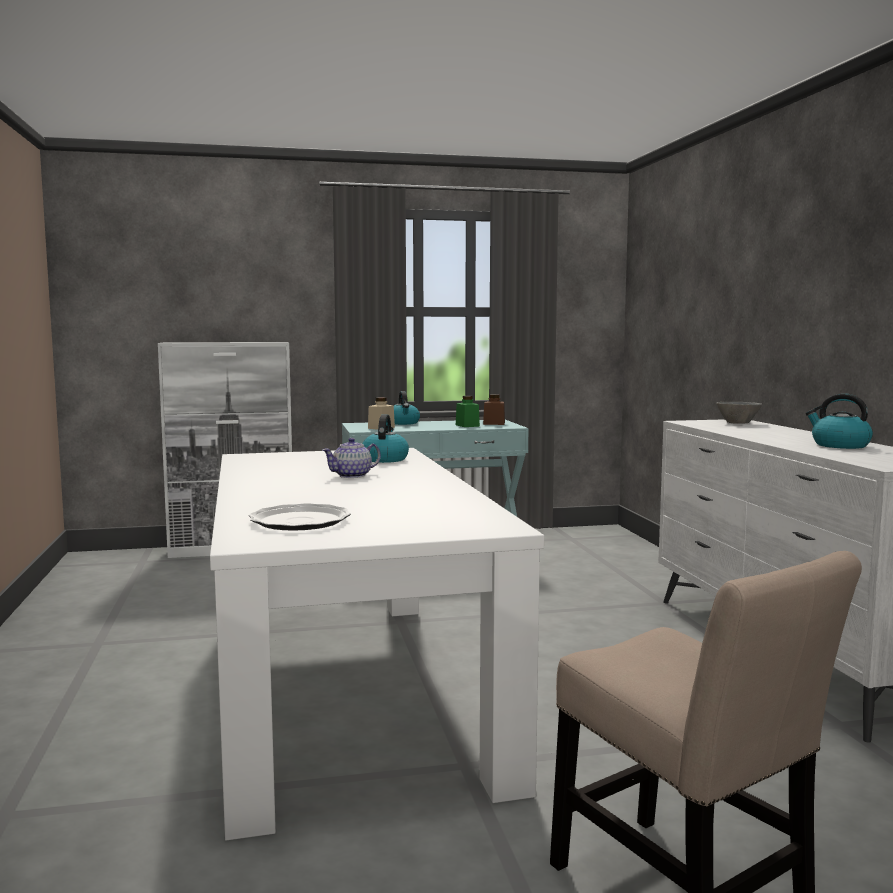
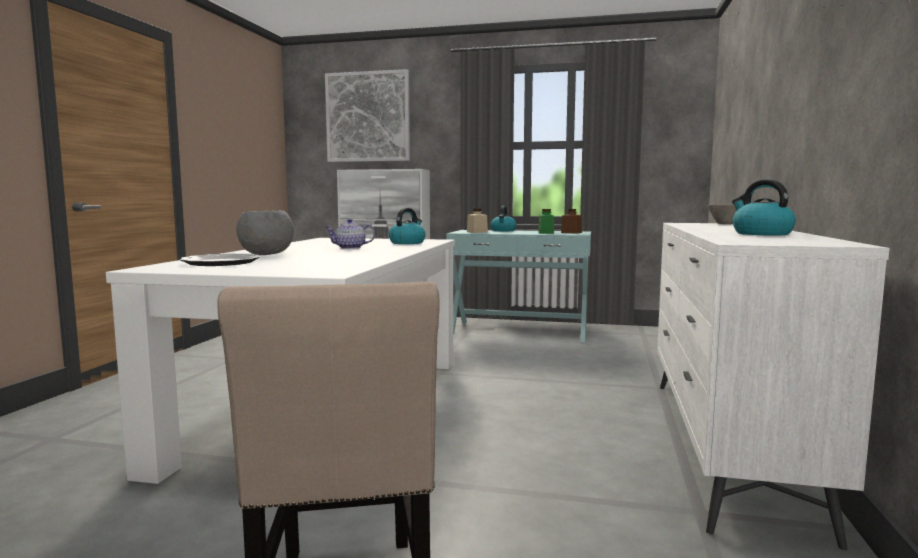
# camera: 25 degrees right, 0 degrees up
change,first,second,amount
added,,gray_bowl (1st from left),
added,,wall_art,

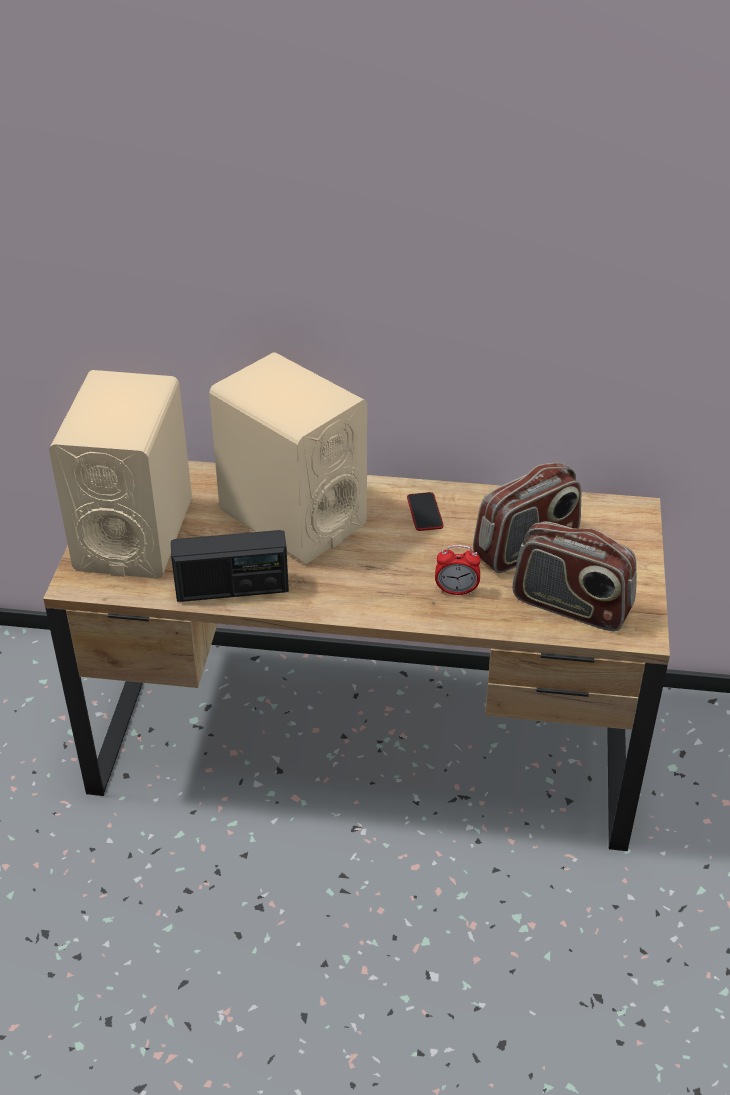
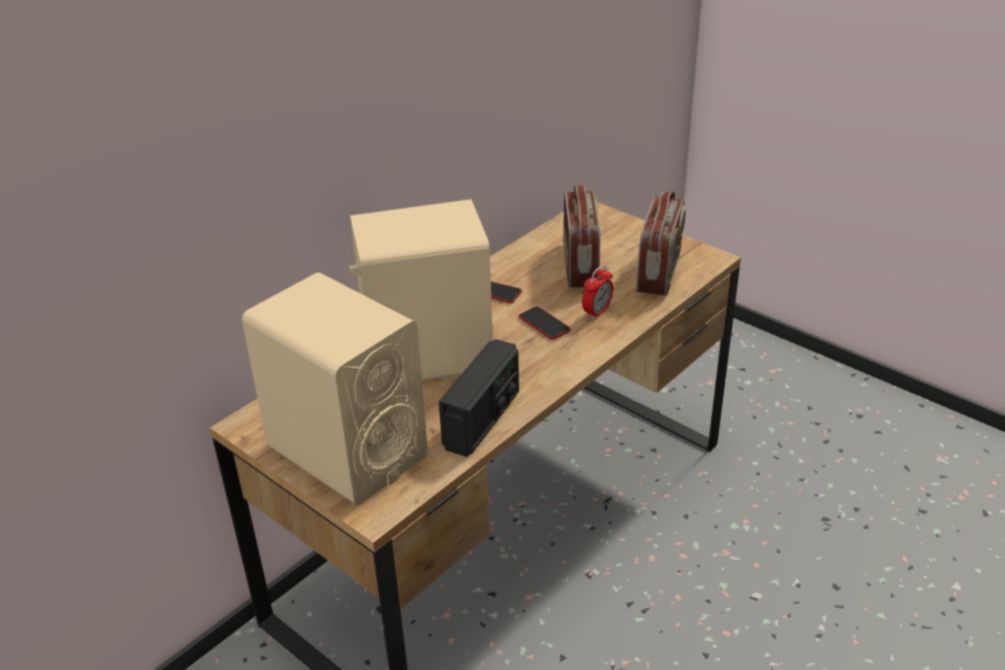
# camera: 55 degrees left, 5 degrees down
change,first,second,amount
turned,radio_receiver (3rd from left),,45 degrees counterclockwise
added,,telephone (2nd from left),

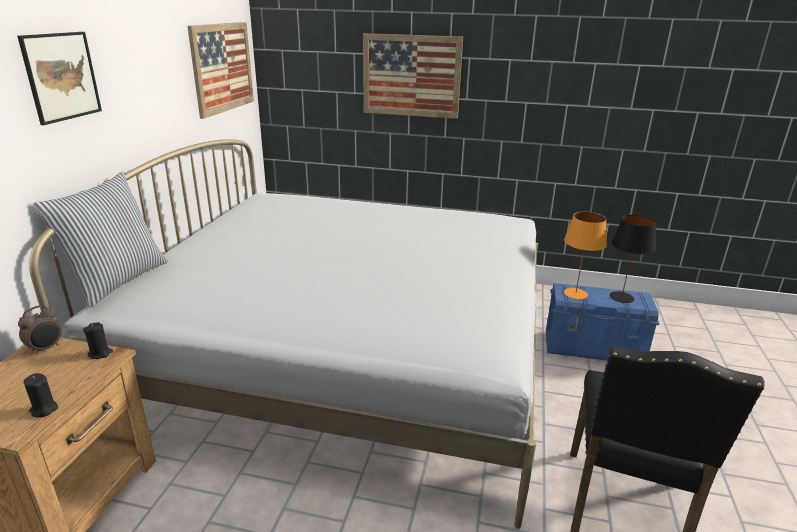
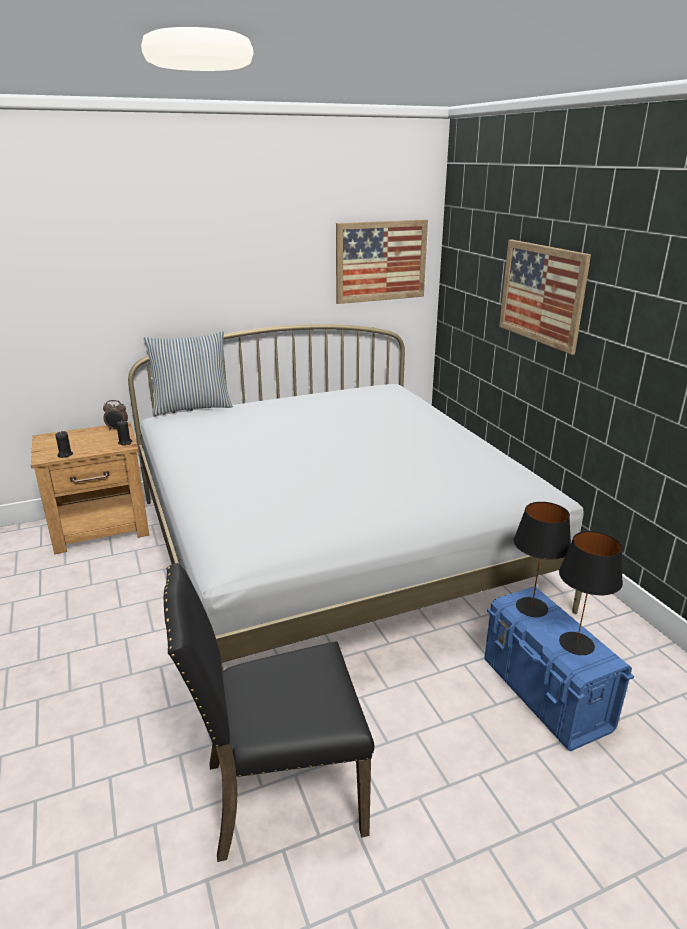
# camera: 55 degrees right, 0 degrees up
change,first,second,amount
removed,wall_art (1st from left),,
recoloured,orangey_tabletop_lamp,black-coloured_tabletop_lamp (1st from left),

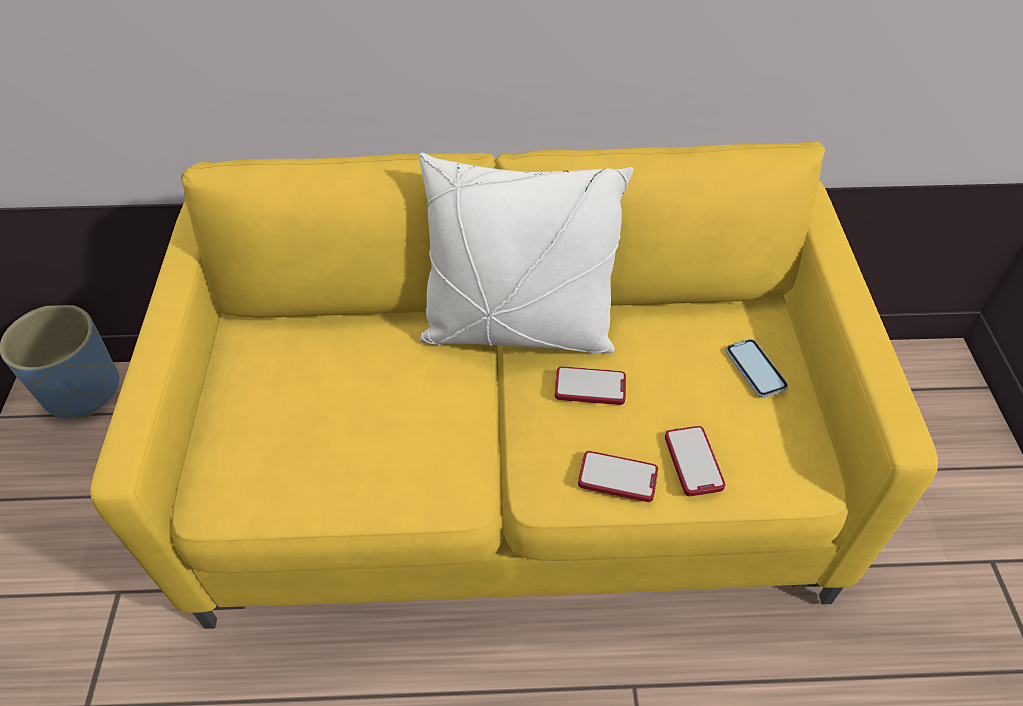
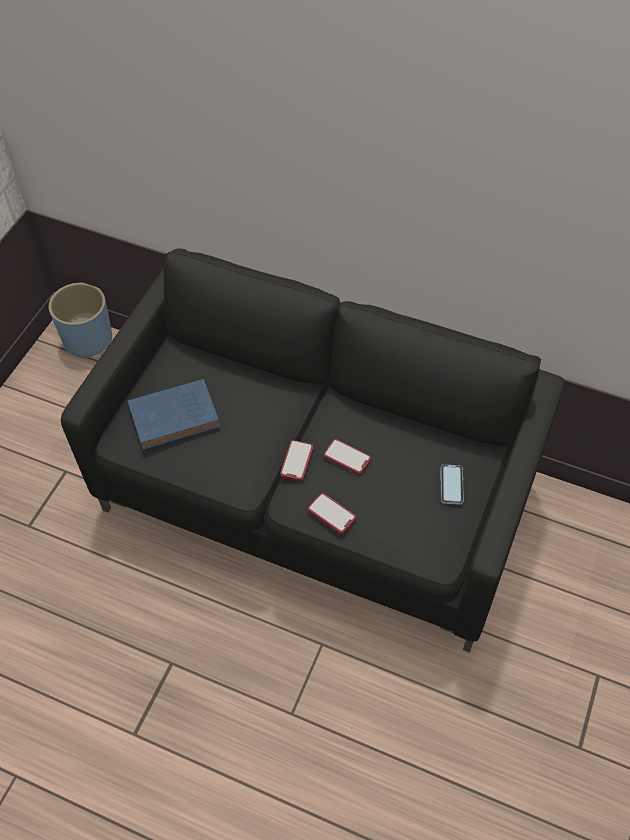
# camera: 25 degrees right, 5 degrees up
change,first,second,amount
recoloured,yellowish_couch,black-coloured_couch,
removed,whitish_cushion,,
moved,telephone (3rd from left in the first image),telephone (1st from left),
added,,blue_bound_book,

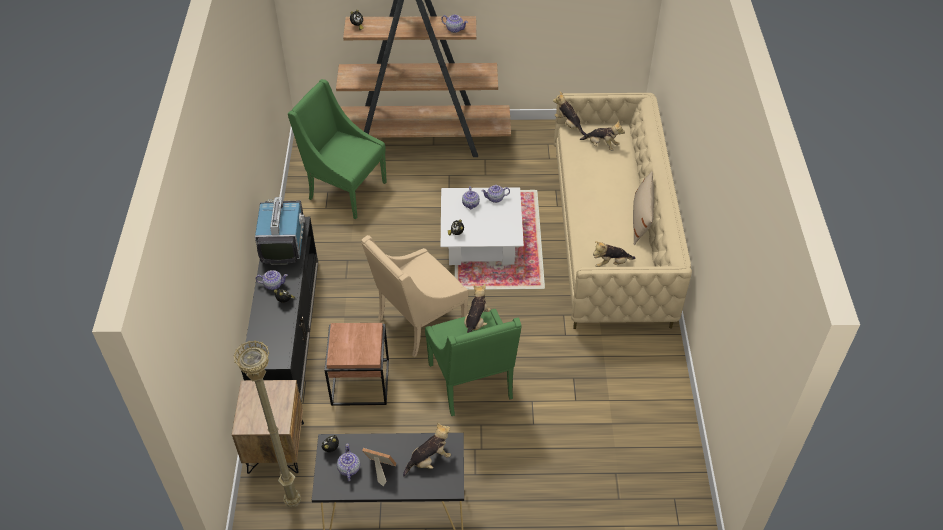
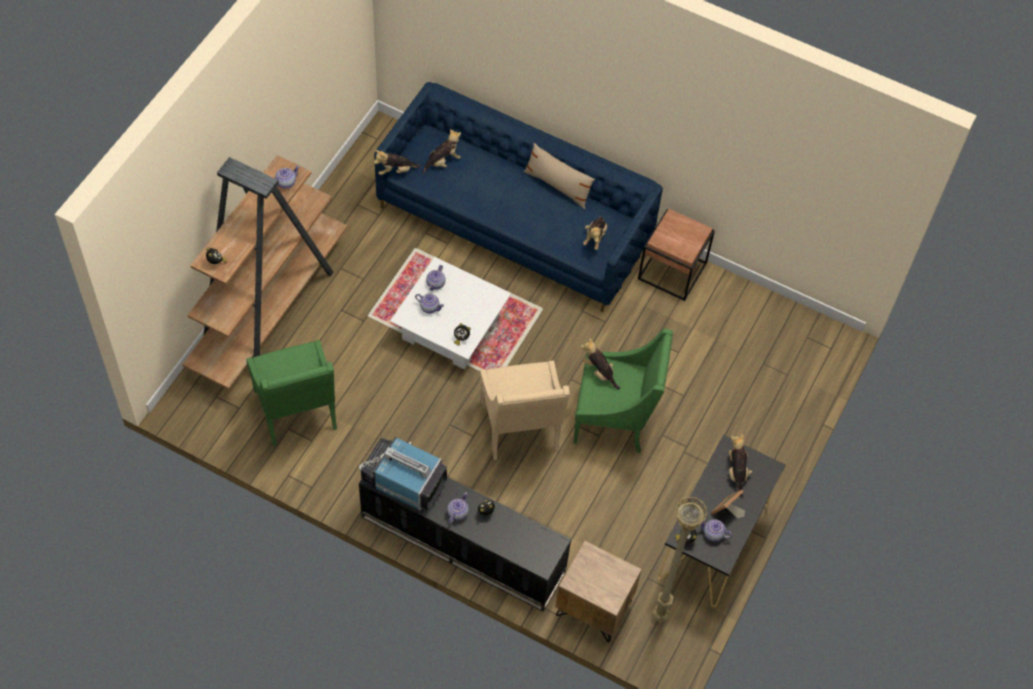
# camera: 65 degrees left, 10 degrees up
change,first,second,amount
turned,green-coloured_easy_chair (1st from left),,75 degrees counterclockwise
moved,brown_end_table,,
recoloured,sand-coloured_couch,blue_couch,

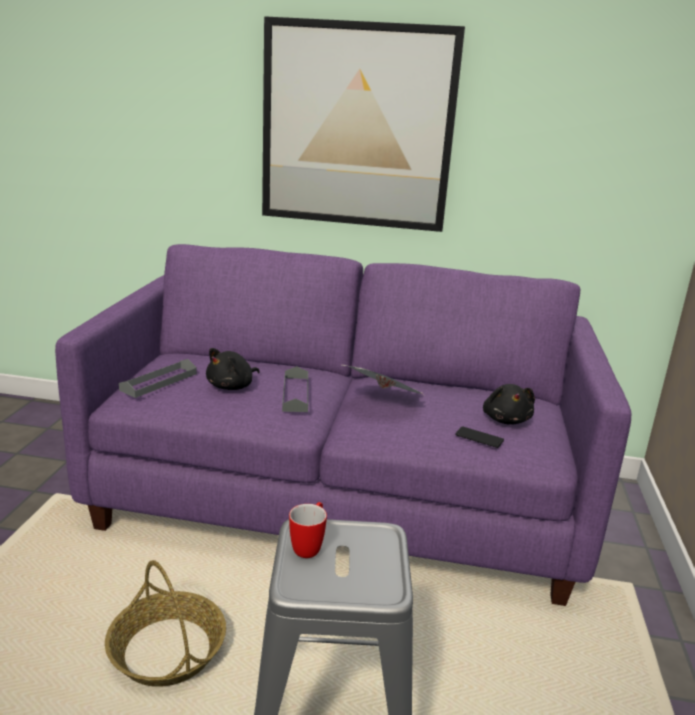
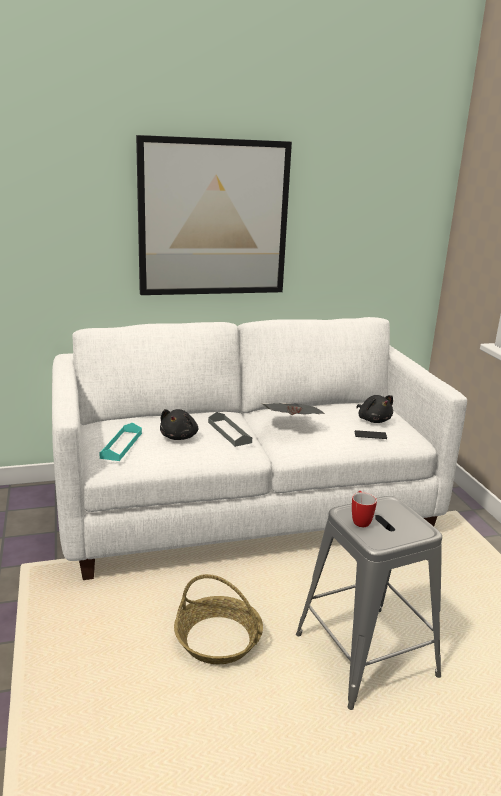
# camera: 25 degrees left, 0 degrees up
change,first,second,amount
recoloured,purplish_couch,whitish_couch,
recoloured,gray_serving_tray (1st from left),turquoise-coloured_serving_tray,

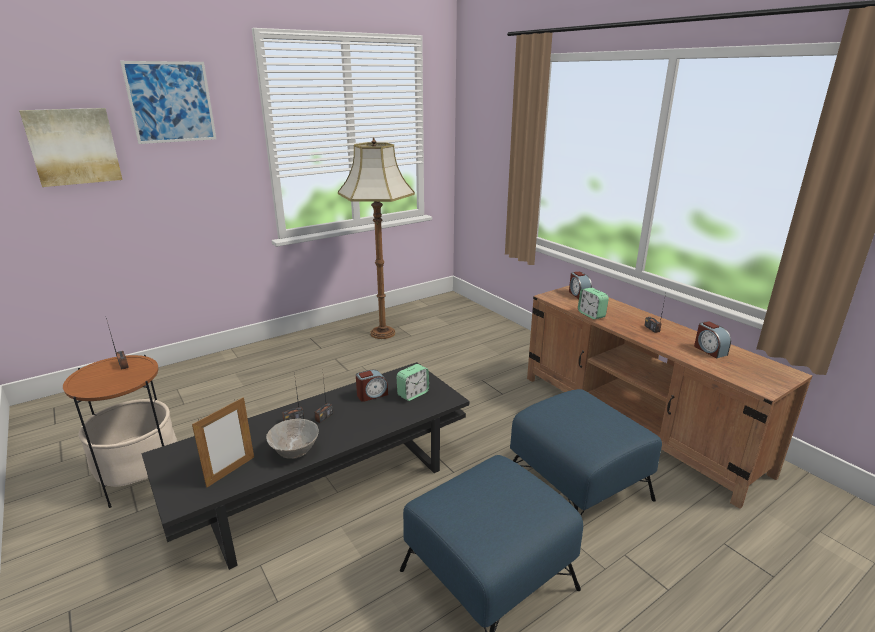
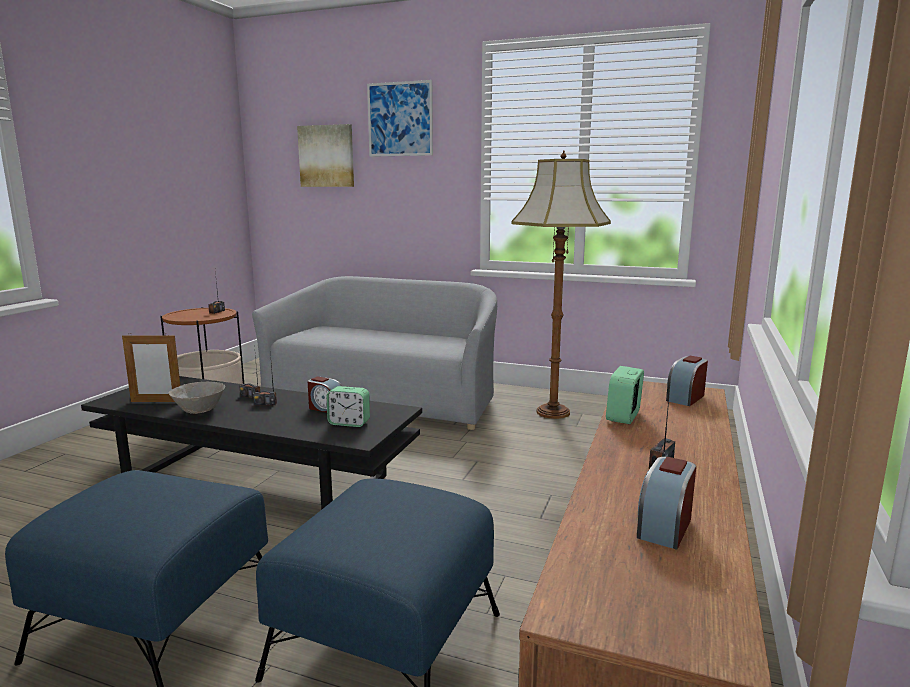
# camera: 55 degrees right, 10 degrees down
change,first,second,amount
added,,gray_couch,

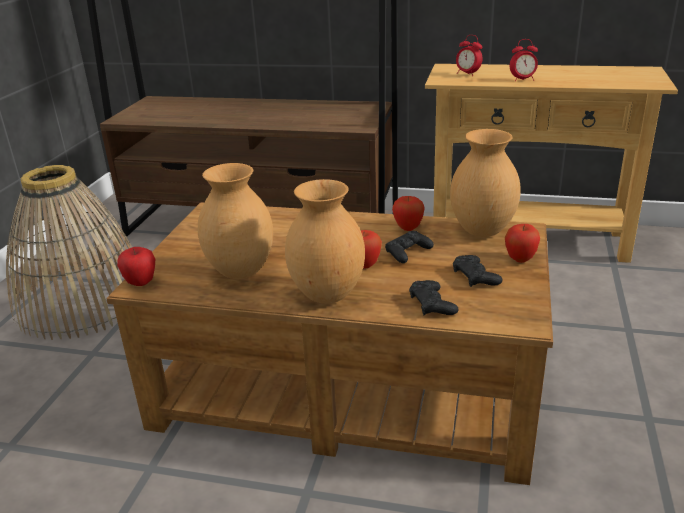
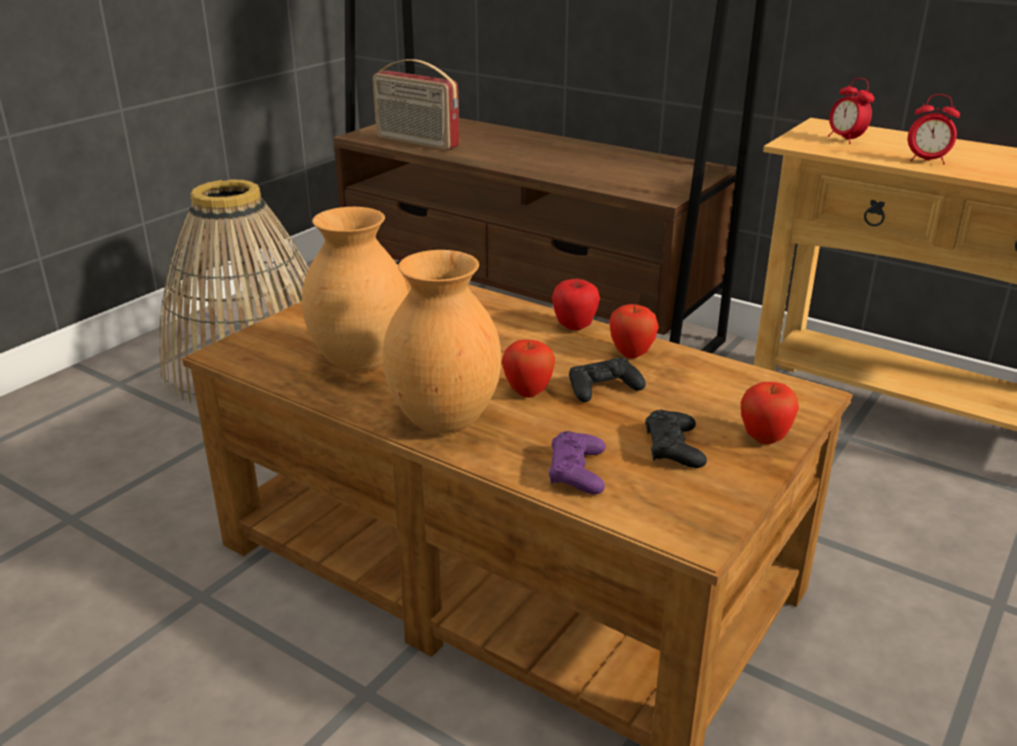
# camera: 20 degrees right, 0 degrees up
change,first,second,amount
moved,apple_fruit (1st from left in the first image),apple_fruit (2nd from left),
recoloured,black-coloured_joypad (2nd from left),purplish_joypad,
removed,brown_vase (3rd from left),,
added,,radio_receiver,

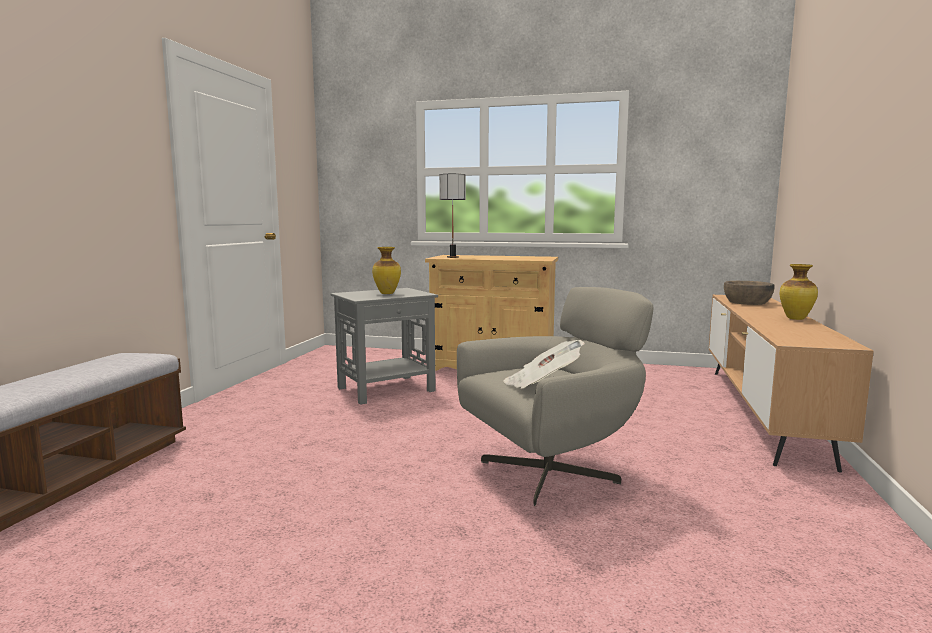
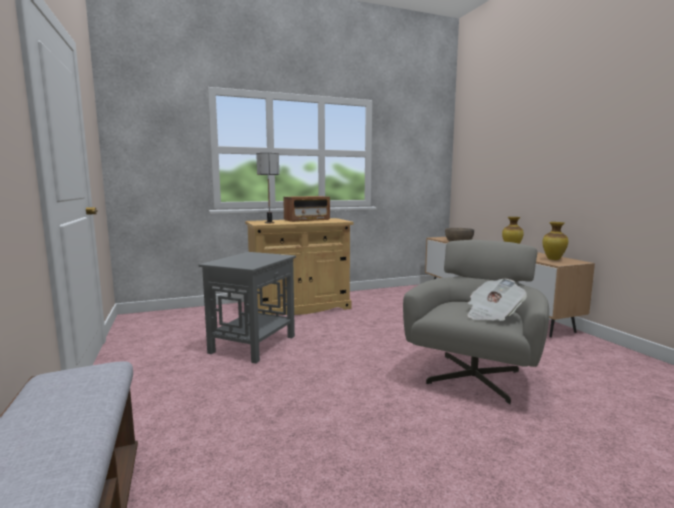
# camera: 35 degrees left, 0 degrees up
change,first,second,amount
moved,vase (1st from left in the first image),vase (2nd from left),
added,,radio_receiver,

